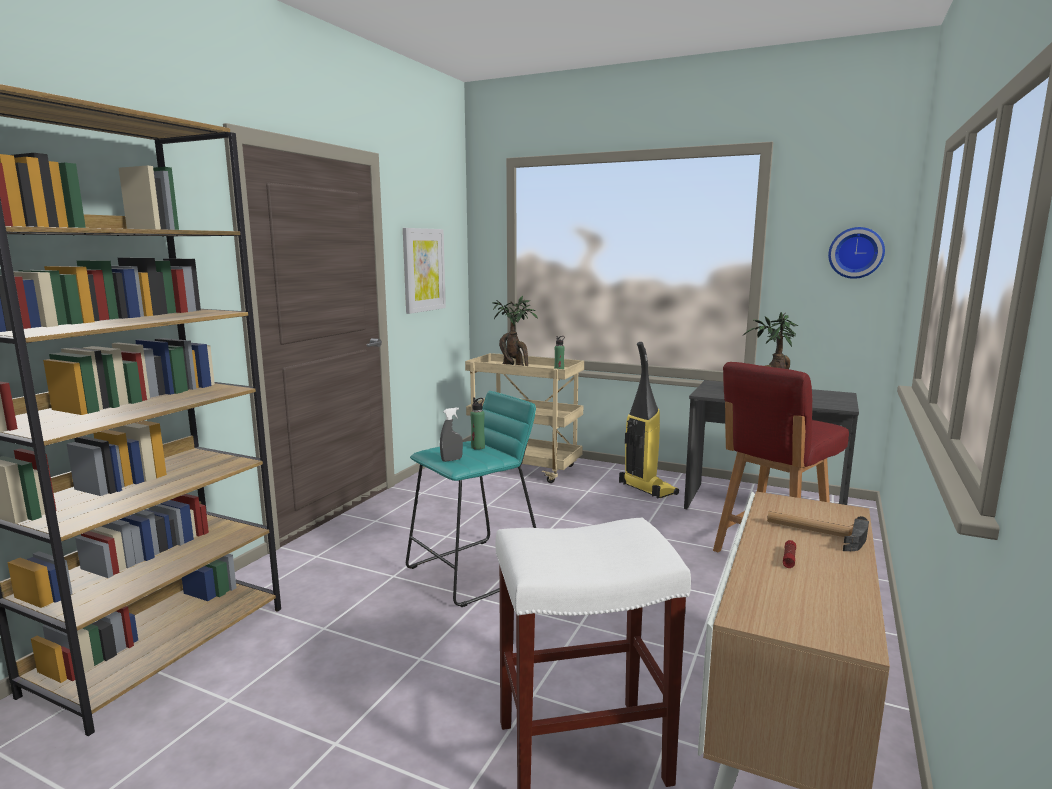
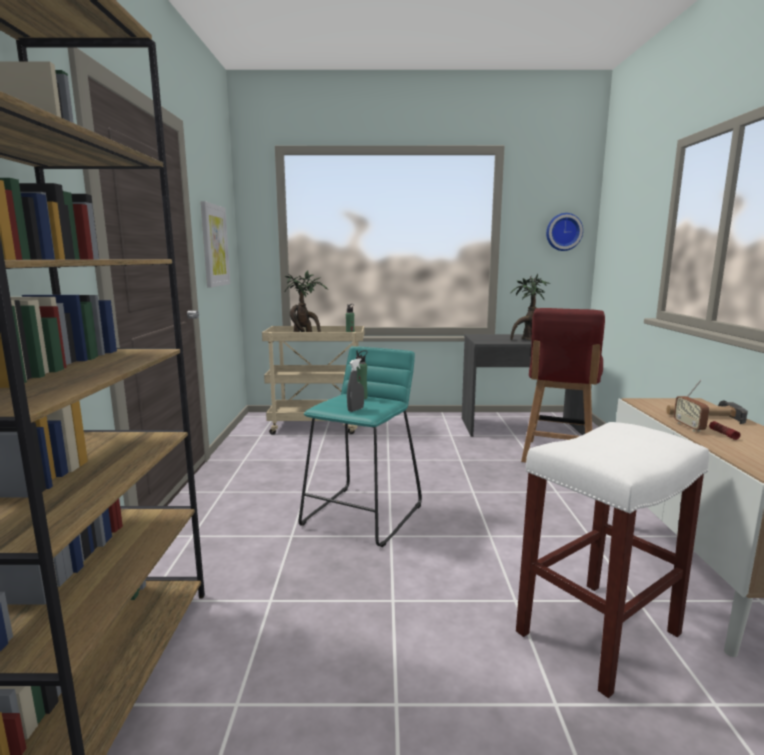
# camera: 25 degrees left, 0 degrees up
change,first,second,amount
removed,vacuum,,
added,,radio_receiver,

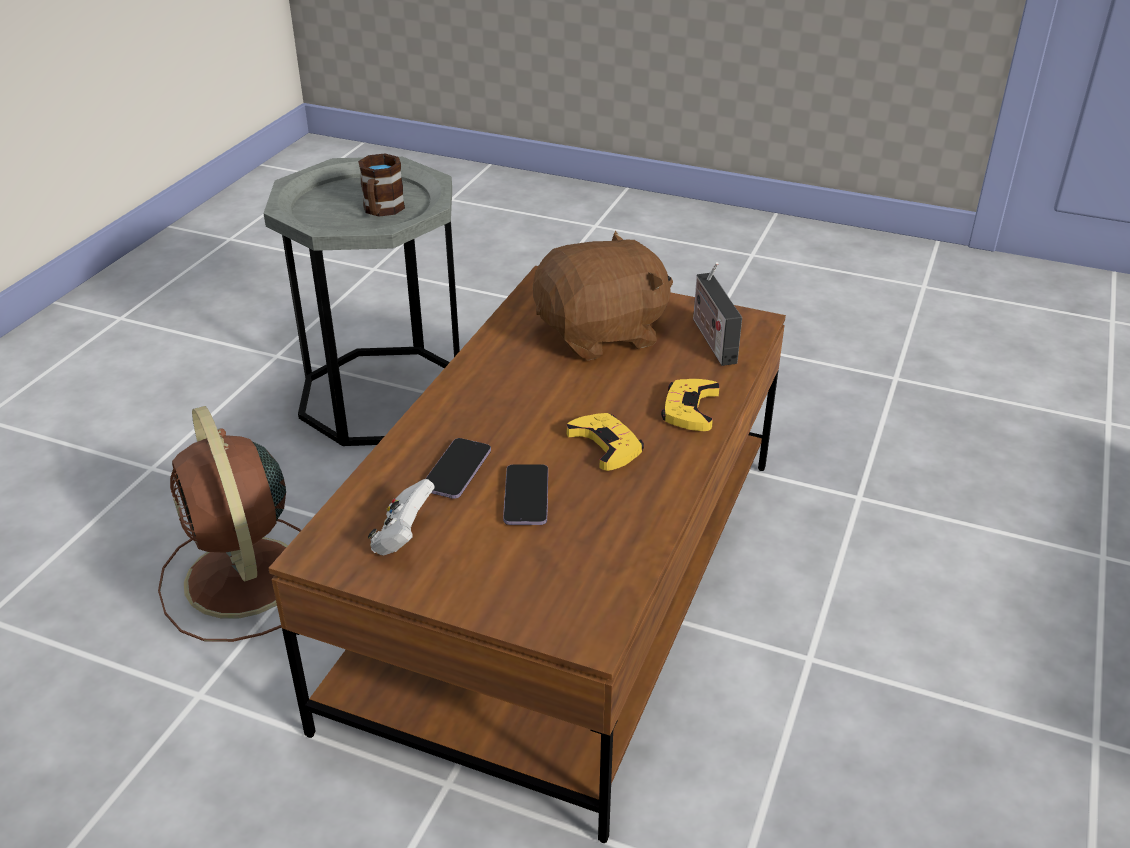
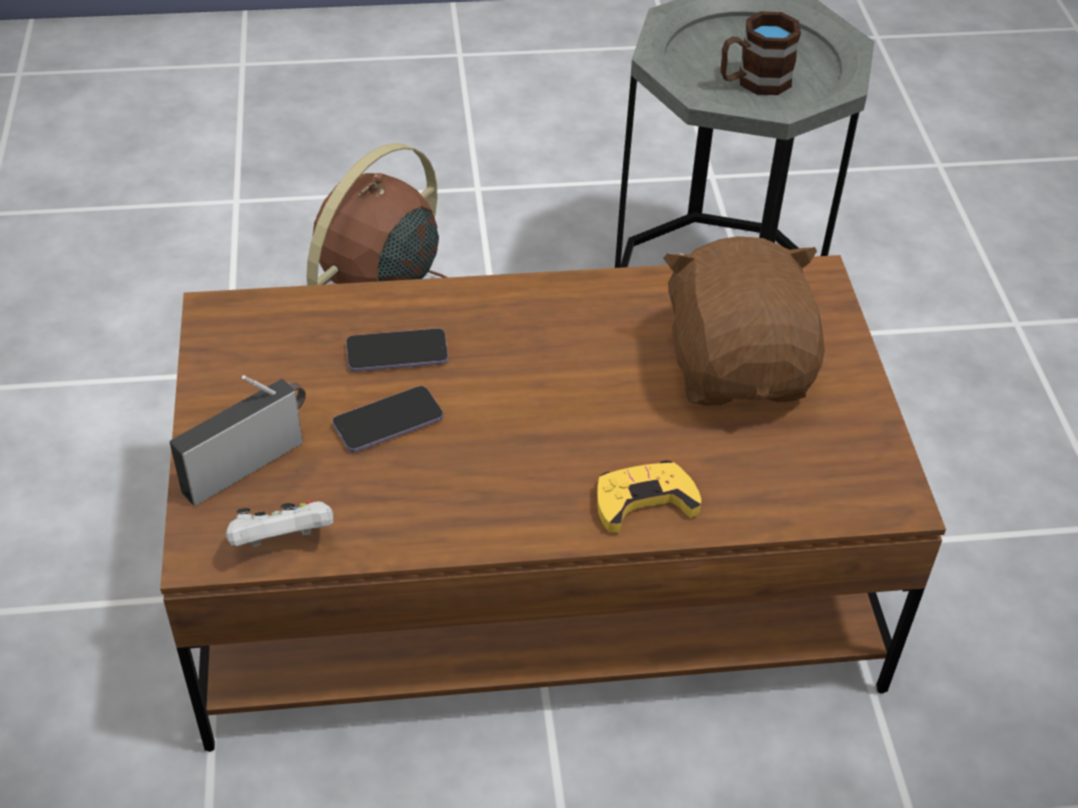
# camera: 60 degrees right, 10 degrees up
change,first,second,amount
moved,whitish_joypad,,
turned,brown_plush_toy,,135 degrees counterclockwise
removed,yellowish_joypad (1st from left),,
moved,radio_receiver,,

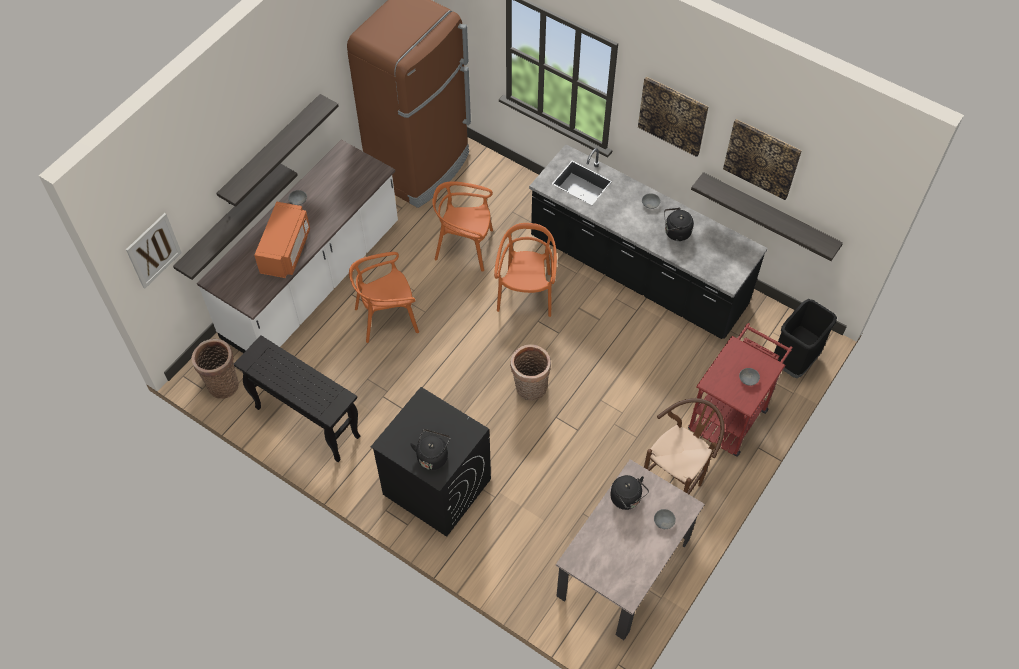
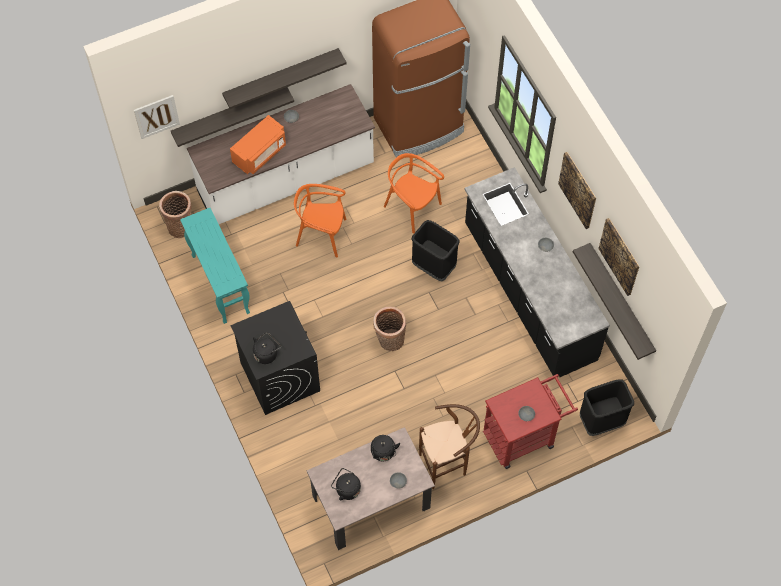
# camera: 30 degrees right, 5 degrees up
change,first,second,amount
recoloured,black-coloured_narrow_table,turquoise-coloured_narrow_table,
replaced,orangey_chair (3rd from left),black-coloured_trash_can (1st from left),
moved,black-coloured_tea_kettle (3rd from left in the first image),black-coloured_tea_kettle (2nd from left),

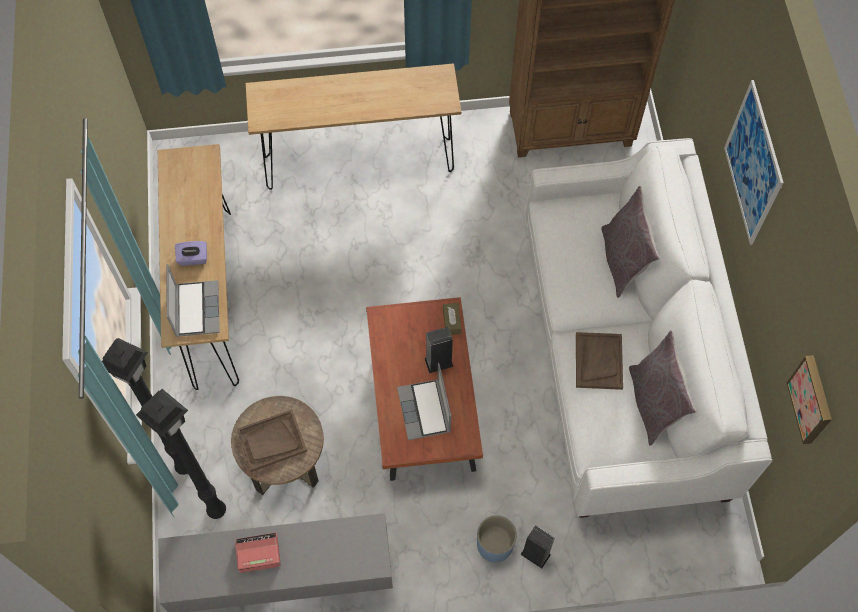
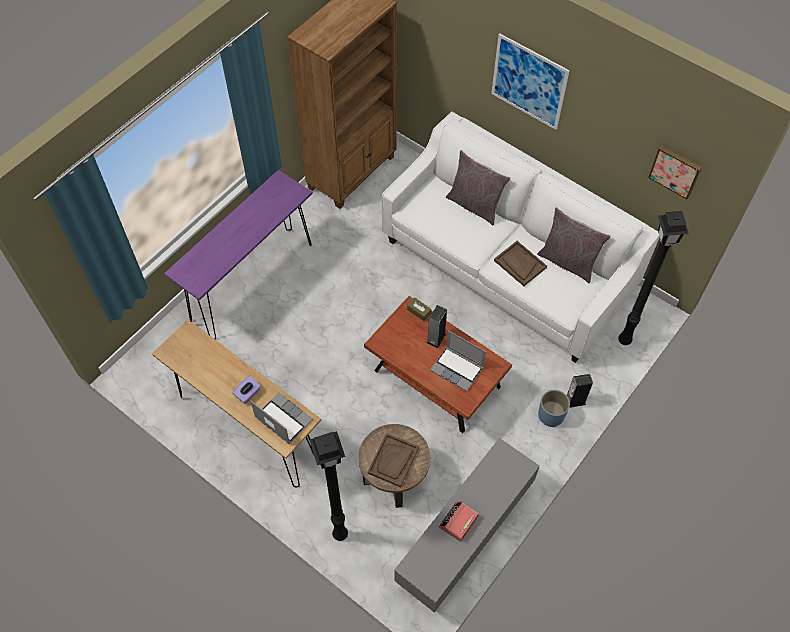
# camera: 45 degrees left, 5 degrees down
change,first,second,amount
moved,black-coloured_floor_lamp (2nd from left),,
recoloured,brown_narrow_table (2nd from left),purplish_narrow_table,

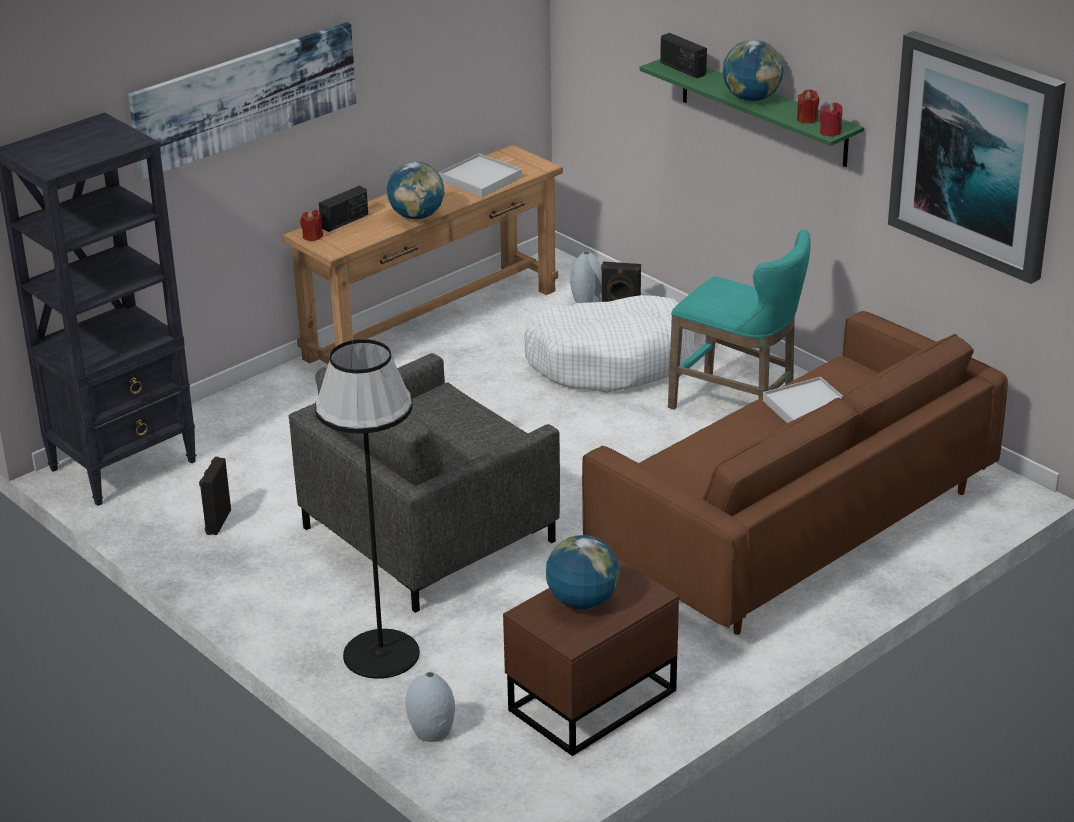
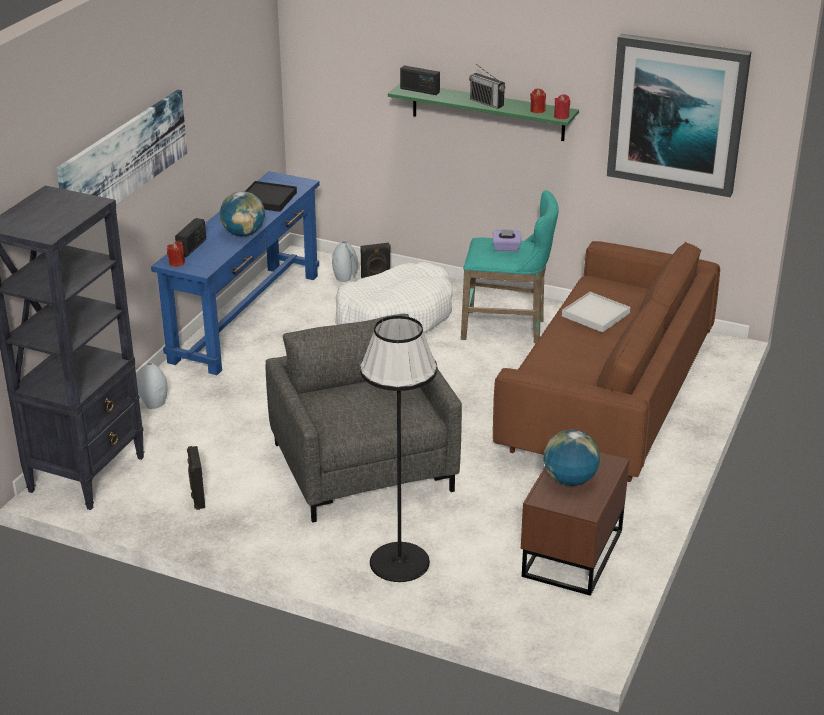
# camera: 25 degrees left, 0 degrees up
change,first,second,amount
recoloured,brown_narrow_table,blue_narrow_table,
turned,gray_easy_chair,,135 degrees clockwise
moved,gray_vase (1st from left),,
recoloured,whitish_serving_tray (1st from left),black-coloured_serving_tray,
replaced,globe (3rd from left),radio_receiver (3rd from left),
added,,purplish_tissue_holder,

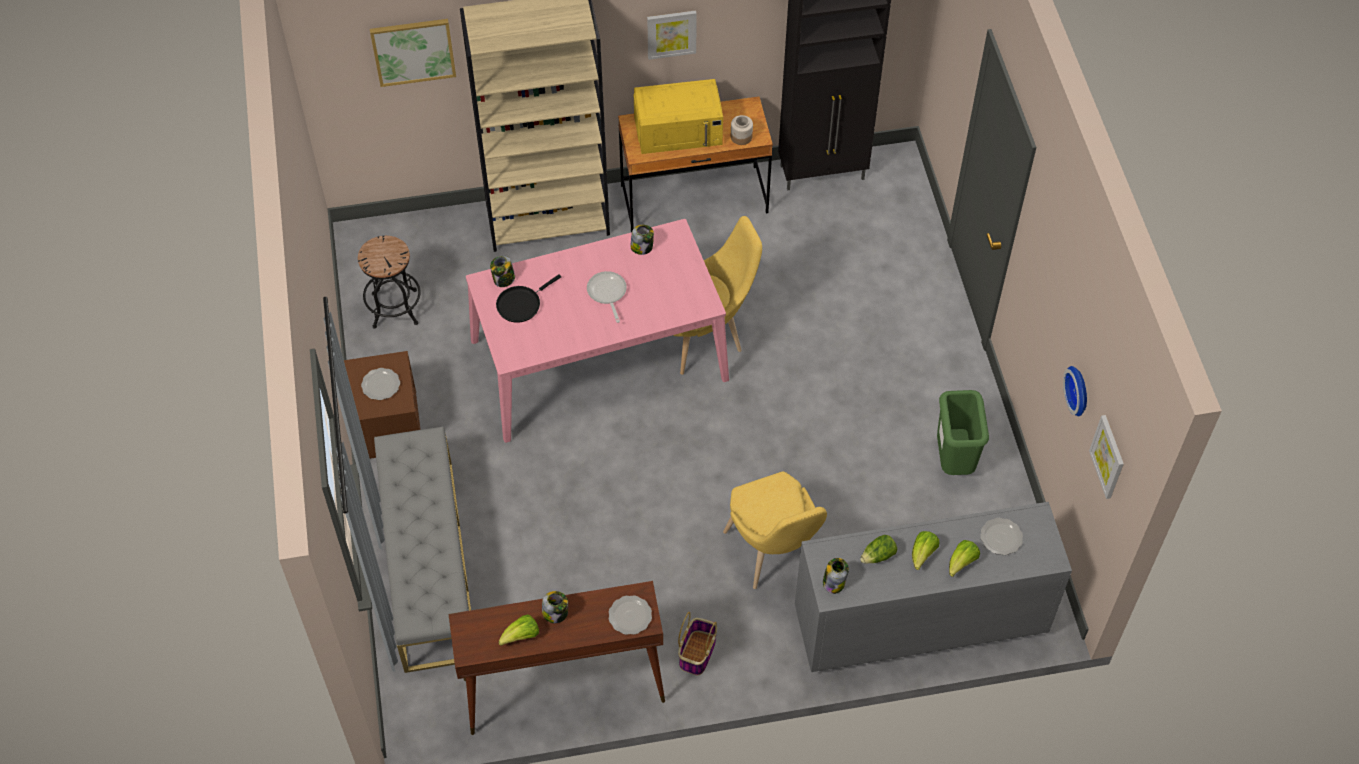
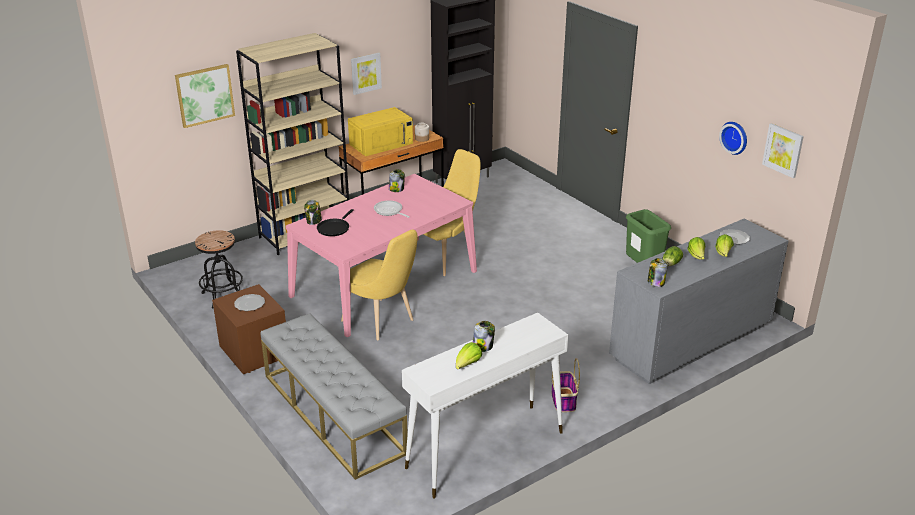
# camera: 25 degrees left, 25 degrees down
change,first,second,amount
recoloured,brown_narrow_table,whitish_narrow_table,
removed,plate (2nd from left),,
moved,yellowish_chair (2nd from left in the first image),yellowish_chair (1st from left),

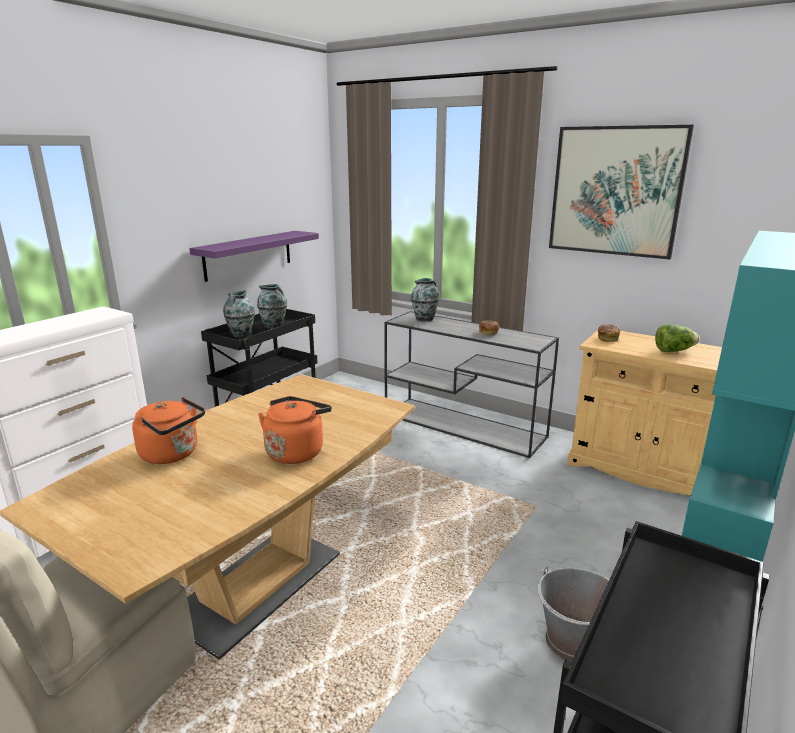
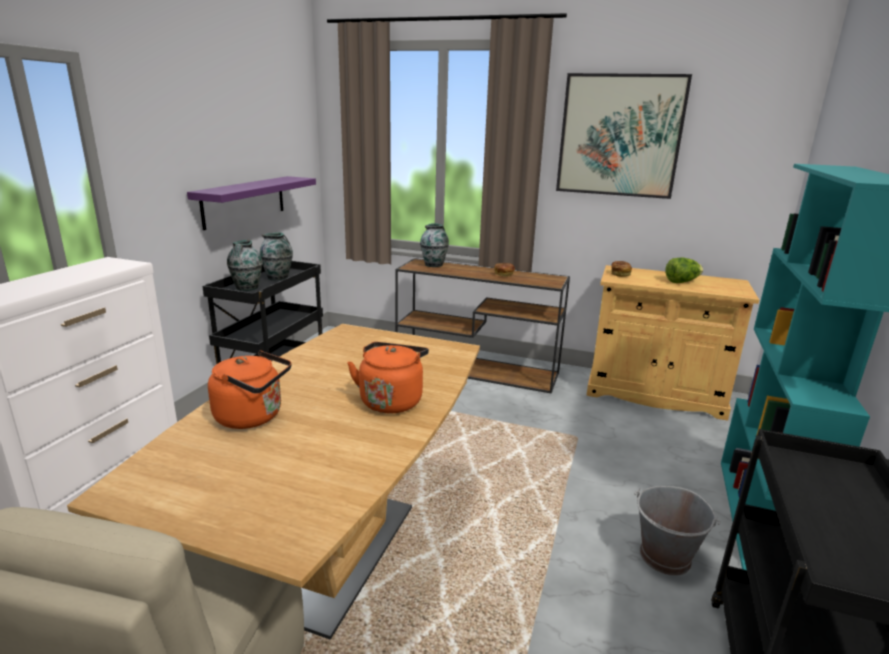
# camera: 15 degrees left, 0 degrees up
change,first,second,amount
recoloured,gray_narrow_table,brown_narrow_table,

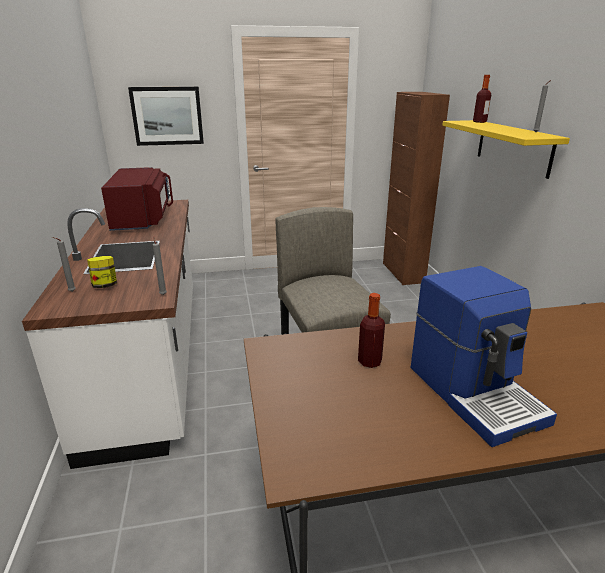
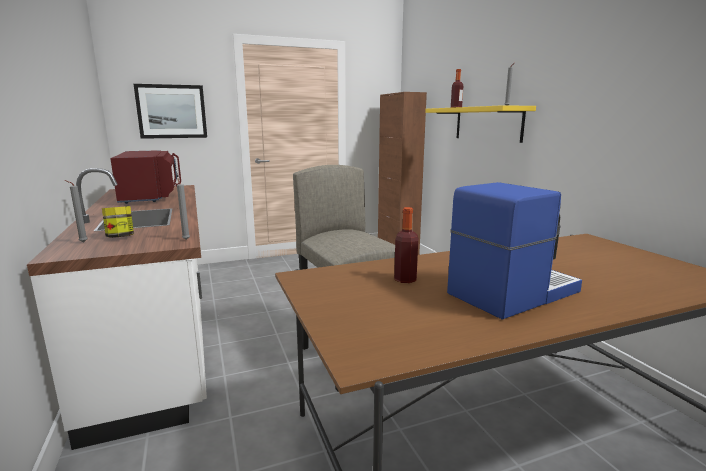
# camera: 10 degrees left, 10 degrees down
change,first,second,amount
turned,coffee_maker,,90 degrees counterclockwise

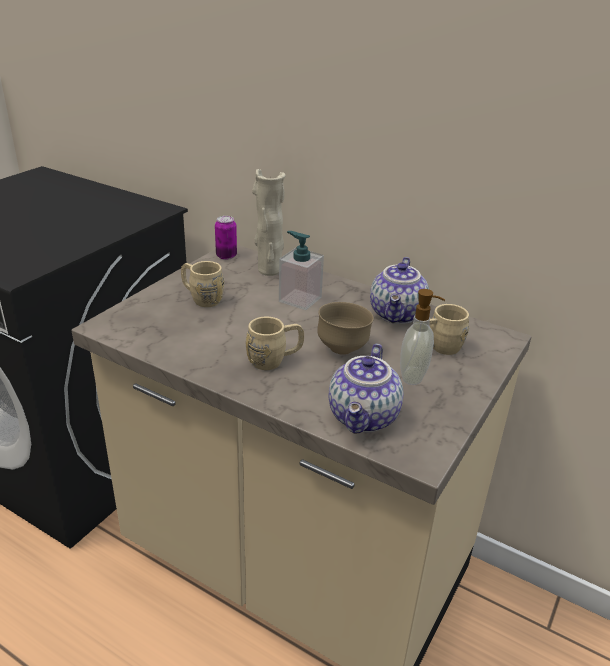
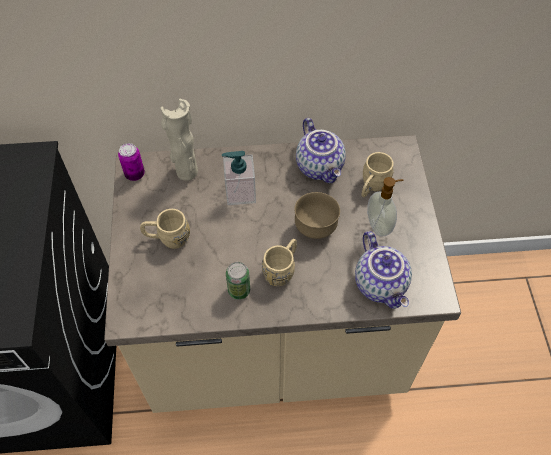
# camera: 35 degrees left, 25 degrees up
change,first,second,amount
added,,can (2nd from left),

